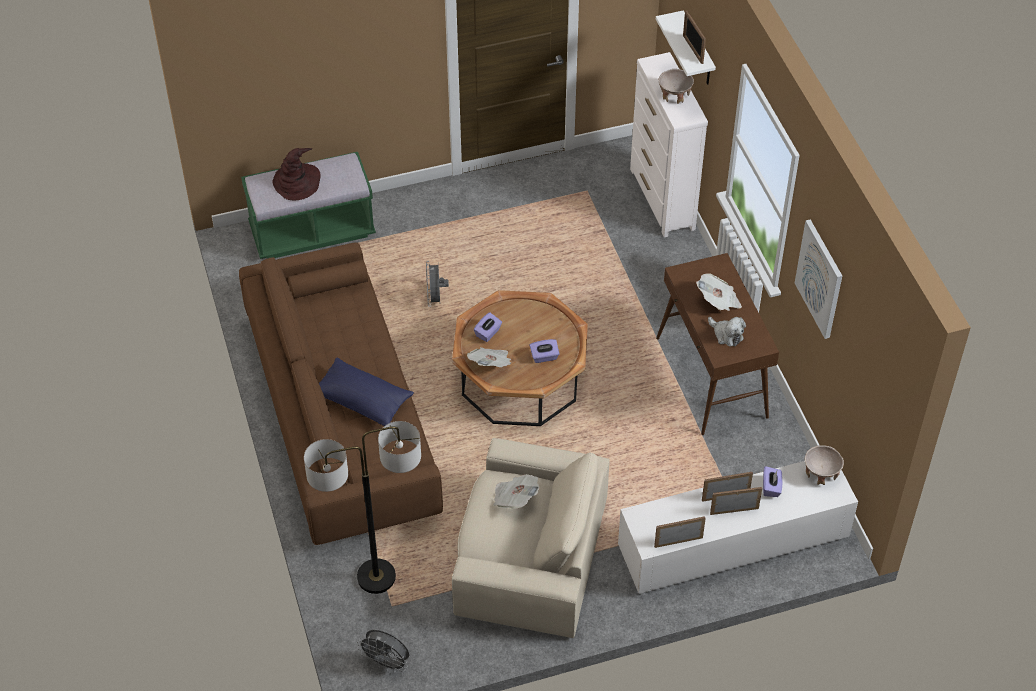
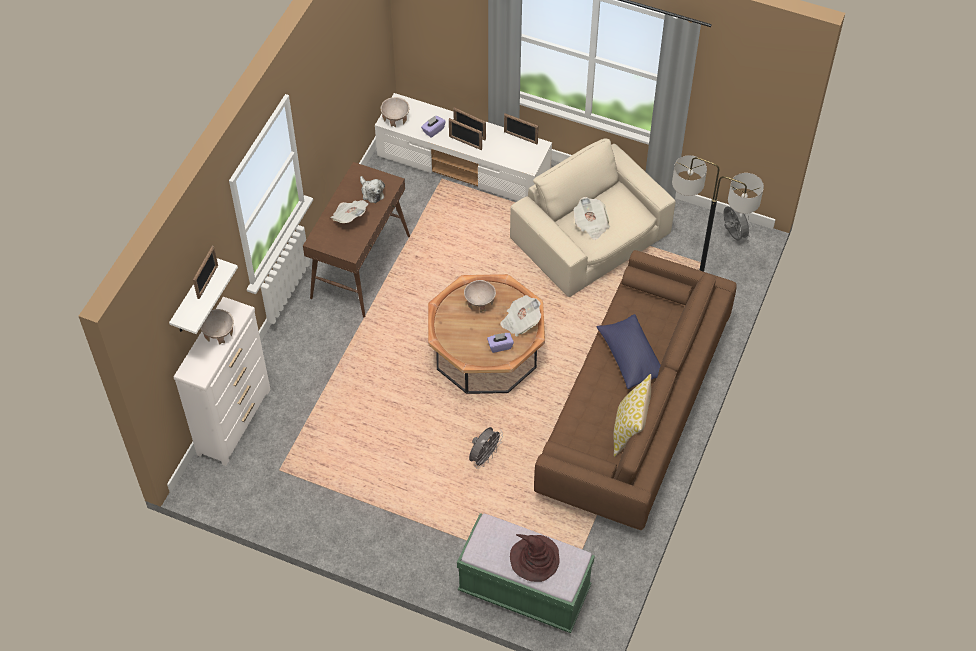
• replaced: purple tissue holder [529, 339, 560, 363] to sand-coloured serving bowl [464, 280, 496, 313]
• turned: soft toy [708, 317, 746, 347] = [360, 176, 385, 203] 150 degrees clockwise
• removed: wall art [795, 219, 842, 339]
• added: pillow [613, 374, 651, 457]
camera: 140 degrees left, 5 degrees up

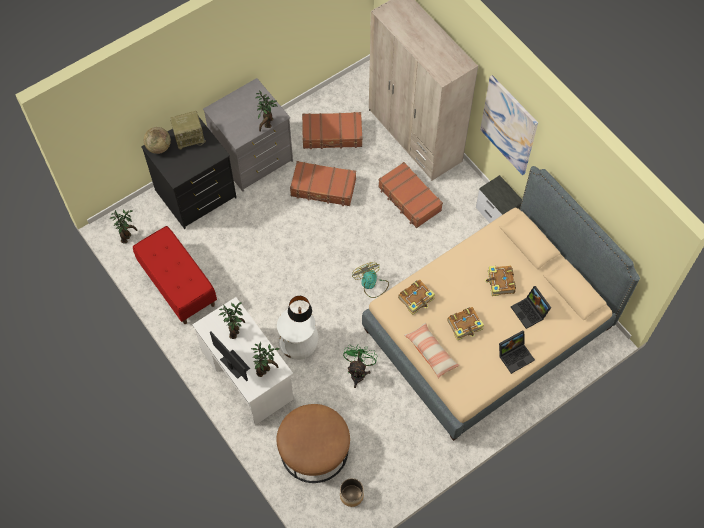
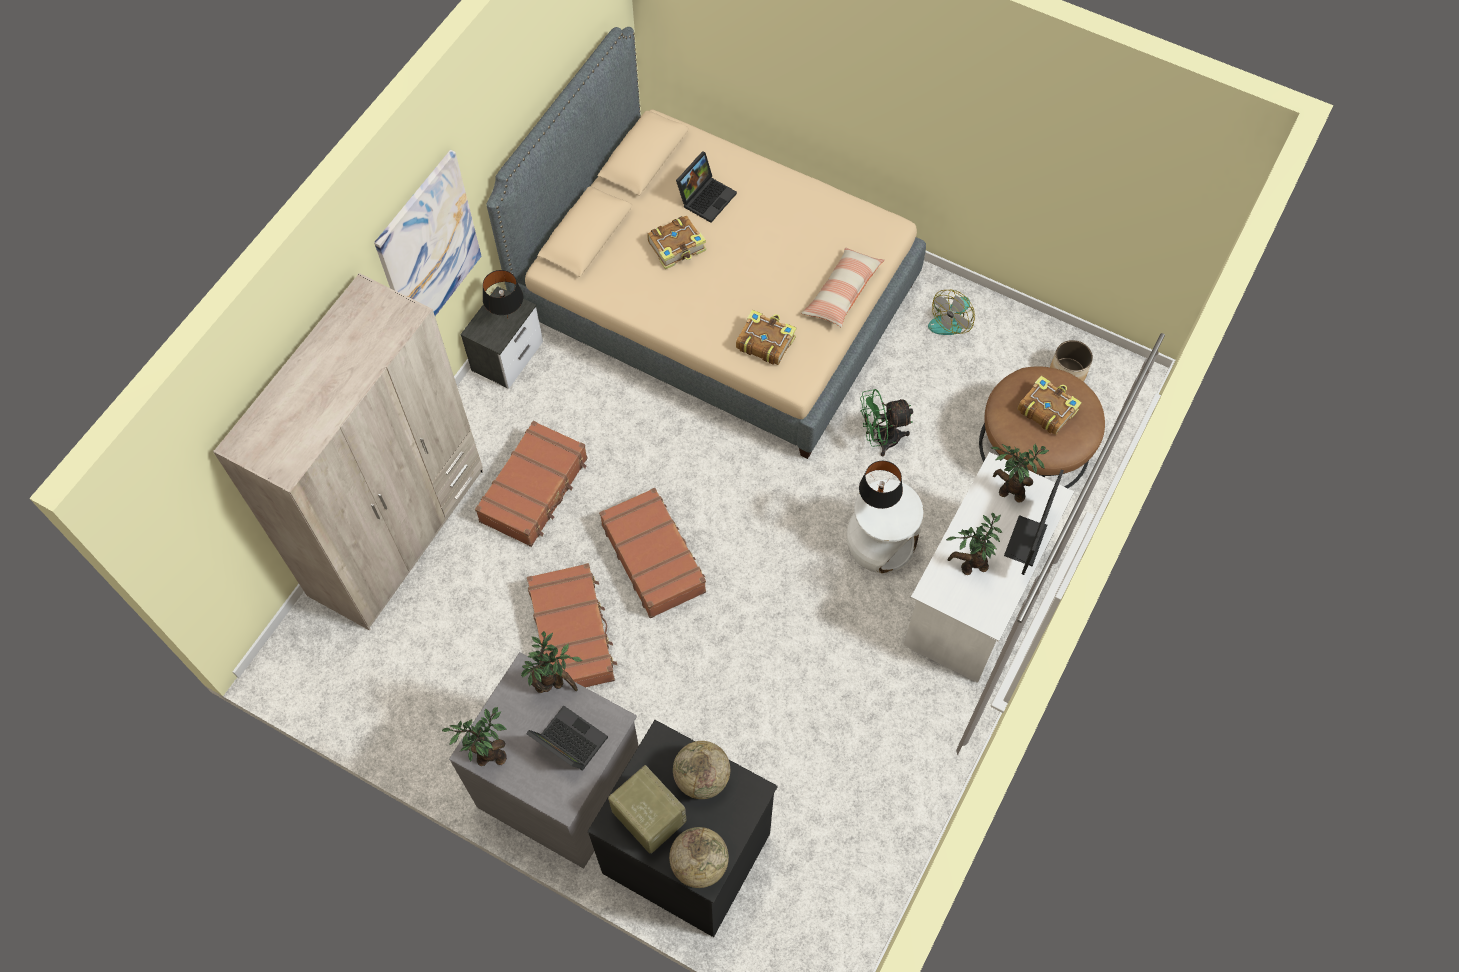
• moved: potted plant [109, 210, 138, 244] to [442, 707, 507, 766]
• removed: red-coloured indoor bench [133, 226, 217, 324]
• moved: brownish piece of luggage [302, 112, 362, 149] to [599, 488, 706, 618]
• moved: cooling fan [352, 262, 389, 298] to [928, 290, 975, 335]
• moved: volume [447, 307, 484, 341] to [1017, 375, 1082, 435]
• moved: laptop [499, 330, 535, 374] to [526, 706, 608, 771]
• added: blackish tabletop lamp [483, 270, 523, 318]
• added: globe [673, 741, 730, 799]
camera: 115 degrees left, 0 degrees up

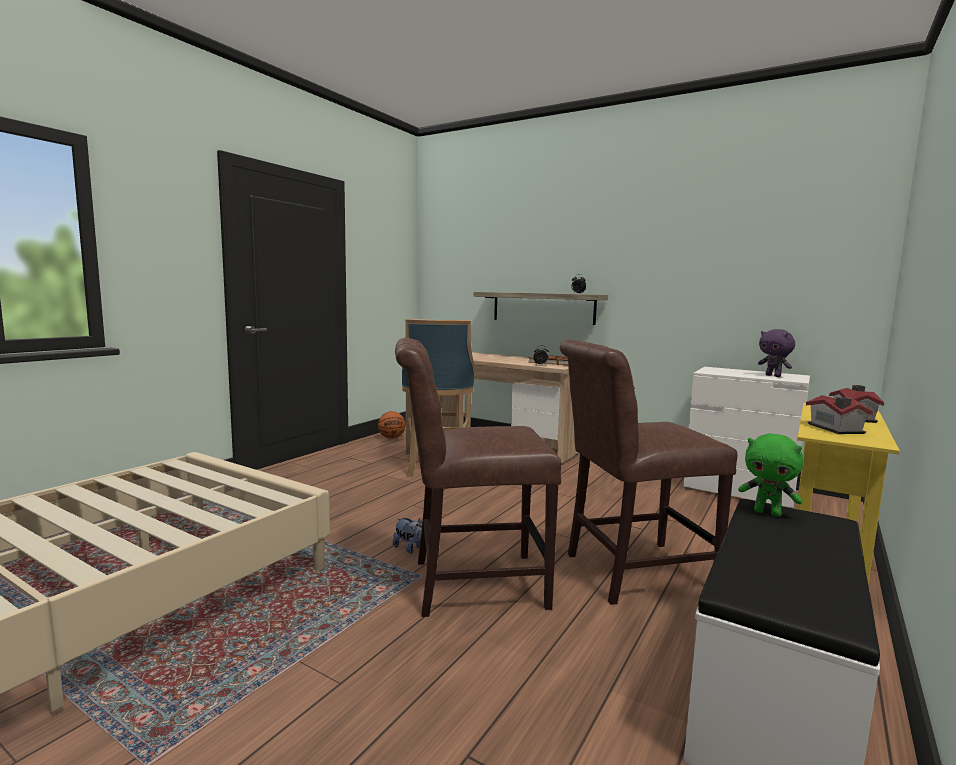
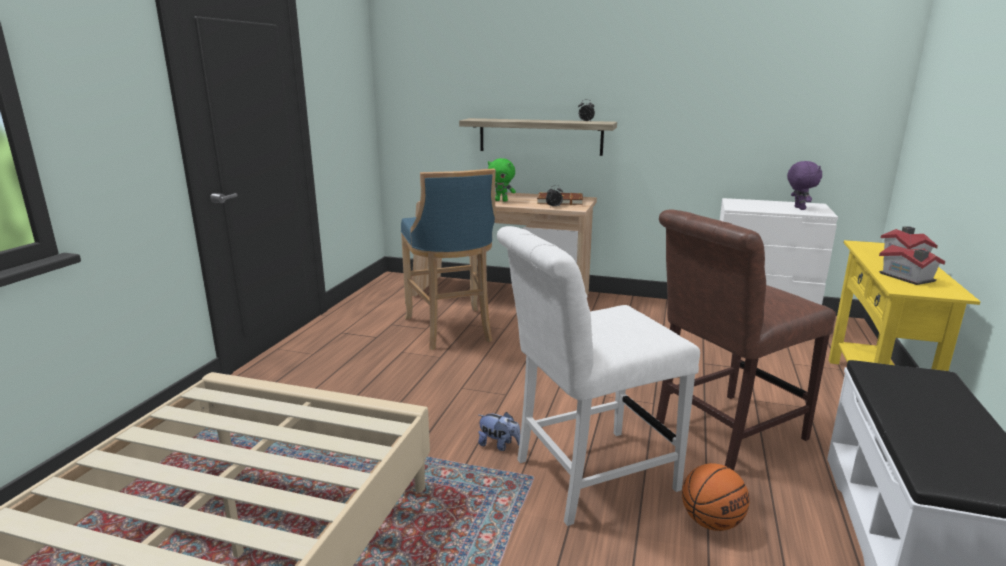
• moved: basketball ball [378, 411, 406, 439] to [682, 463, 749, 531]
• recoloured: brownish upright chair [395, 338, 561, 617] to whitish upright chair [497, 226, 700, 526]
• moved: green soft toy [738, 434, 804, 517] to [488, 158, 516, 202]
• turned: purple soft toy [758, 329, 795, 377] = [787, 161, 822, 210] 135 degrees counterclockwise
camera: 15 degrees left, 10 degrees up

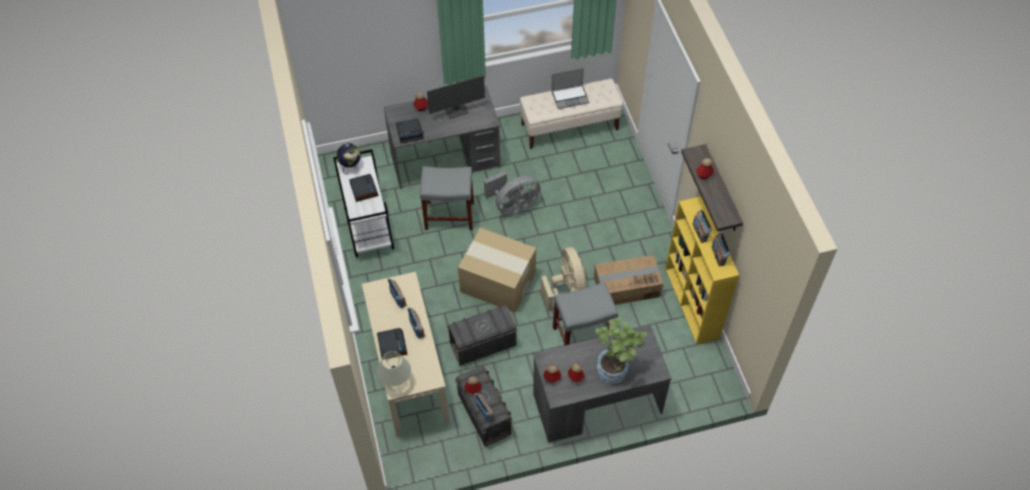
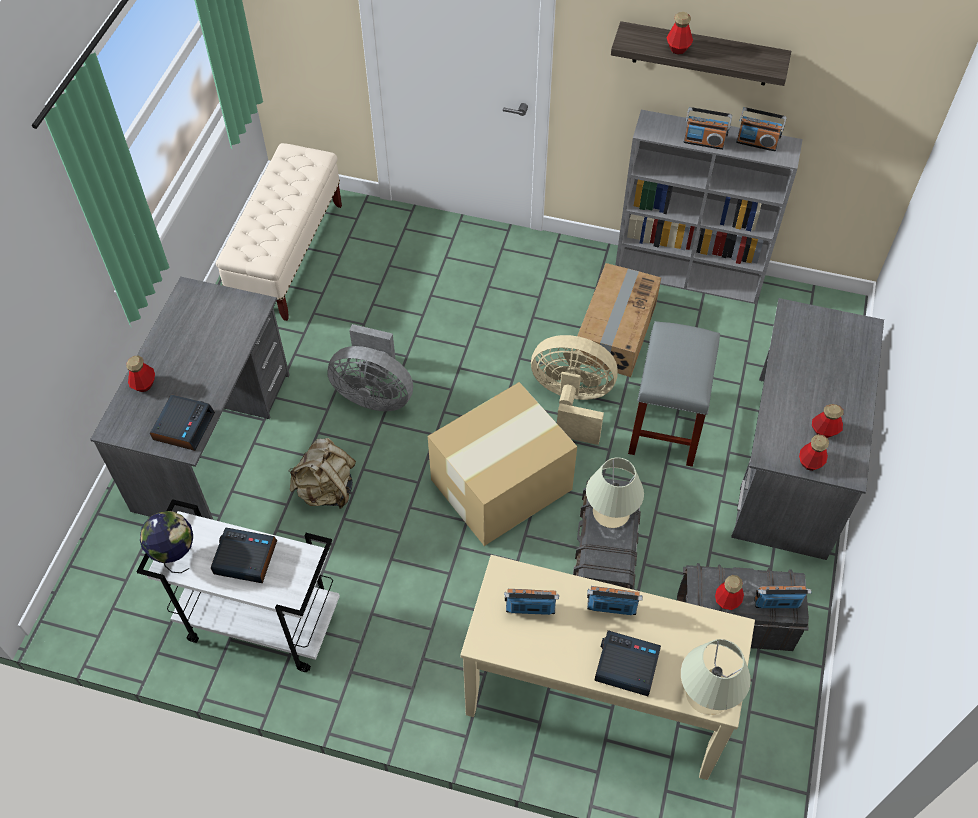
• replaced: gray stool [420, 166, 474, 230] to sand-coloured rucksack [289, 438, 356, 509]
• removed: monitor [427, 75, 485, 119]
• turned: gray cooling fan [484, 171, 540, 215] = [327, 324, 413, 411] 105 degrees clockwise
• removed: laptop [551, 68, 589, 109]
• removed: potted plant [595, 317, 647, 384]
• recoloured: yellow-coloured bookshelf [665, 196, 739, 344] to gray bookshelf [615, 110, 803, 304]
• added: sand-coloured tabletop lamp [586, 457, 644, 528]
camera: 60 degrees left, 0 degrees up

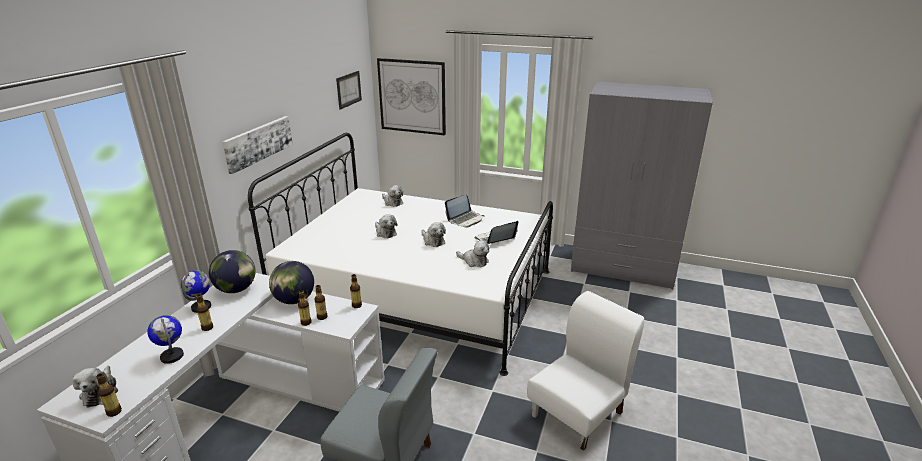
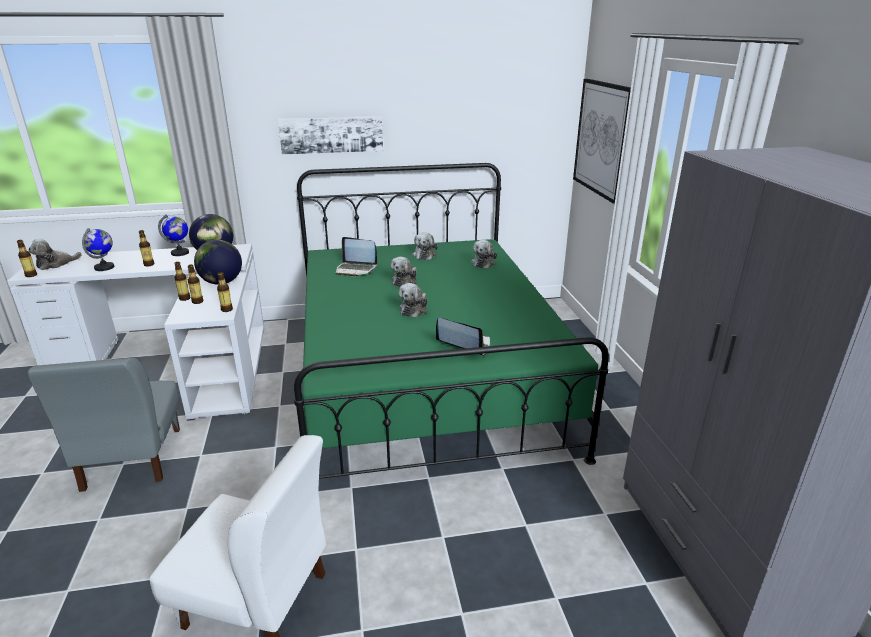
• recoloured: whitish bedroom bed [248, 133, 553, 376] to green bedroom bed [294, 163, 609, 479]
• removed: wall art [336, 71, 362, 110]
• moved: laptop [445, 194, 484, 228] to [335, 237, 377, 276]
• moved: soft toy [456, 240, 490, 267] to [412, 232, 438, 260]
camera: 60 degrees right, 0 degrees up

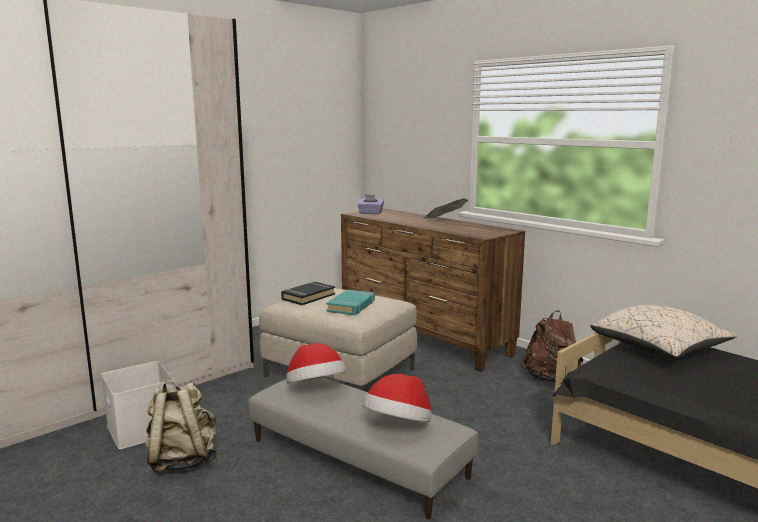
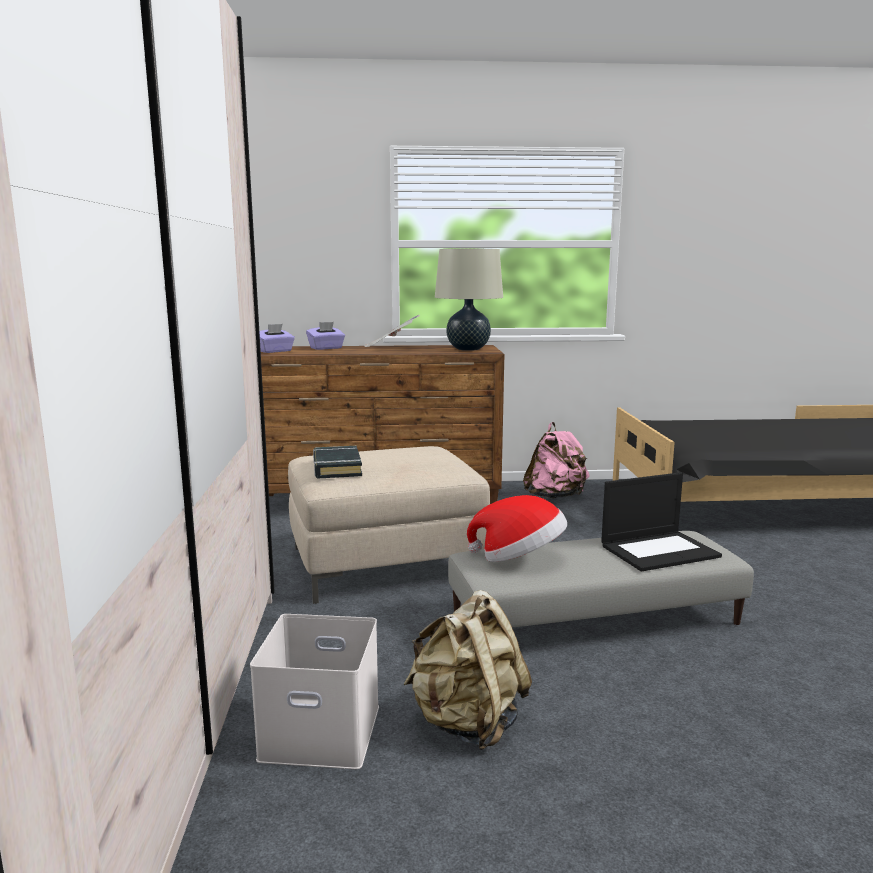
• removed: turquoise volume [326, 290, 375, 315]
• replaced: hat [363, 374, 432, 422] to laptop [601, 472, 722, 572]
• recoloured: brownish rucksack [521, 310, 583, 382] to pink rucksack [523, 422, 589, 498]
• removed: sand-coloured pillow [590, 305, 737, 359]
• added: purple tissue holder [306, 322, 345, 350]
• added: sand-coloured tabletop lamp [435, 249, 503, 351]
camera: 50 degrees left, 0 degrees up

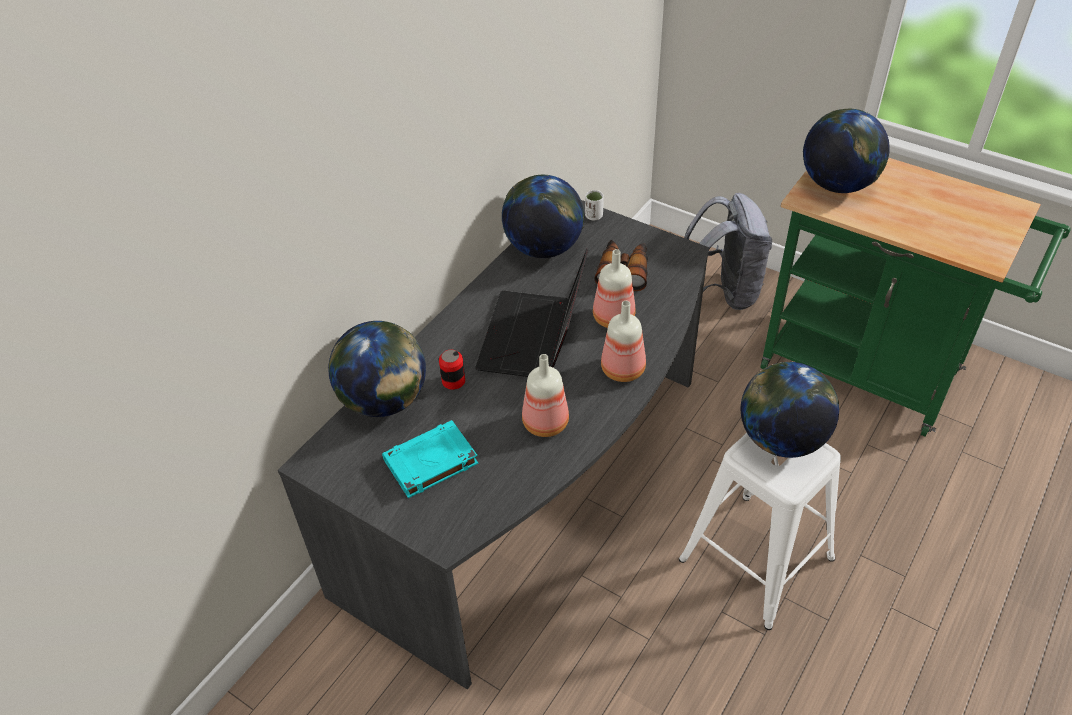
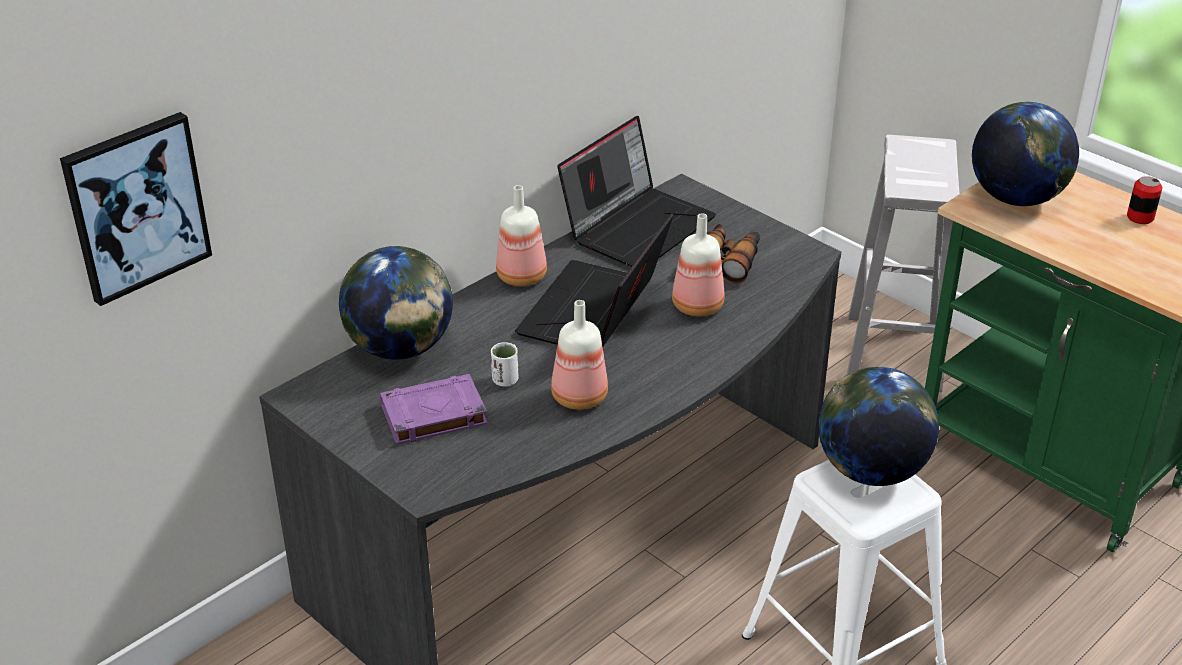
• recoloured: turquoise volume [382, 420, 478, 498] to purple volume [380, 374, 488, 445]
• moved: metal can [439, 350, 465, 390] to [1127, 176, 1162, 224]
• replaced: globe [502, 175, 584, 258] to laptop [557, 116, 716, 267]
• moved: whitish cup [585, 190, 604, 220] to [491, 342, 519, 387]
• moved: drink bottle [601, 301, 646, 382] to [496, 185, 547, 286]
• replaced: gray rucksack [684, 193, 772, 310] to whitish stool [846, 135, 960, 392]
• added: wall art [60, 112, 212, 306]
camera: 10 degrees right, 10 degrees down

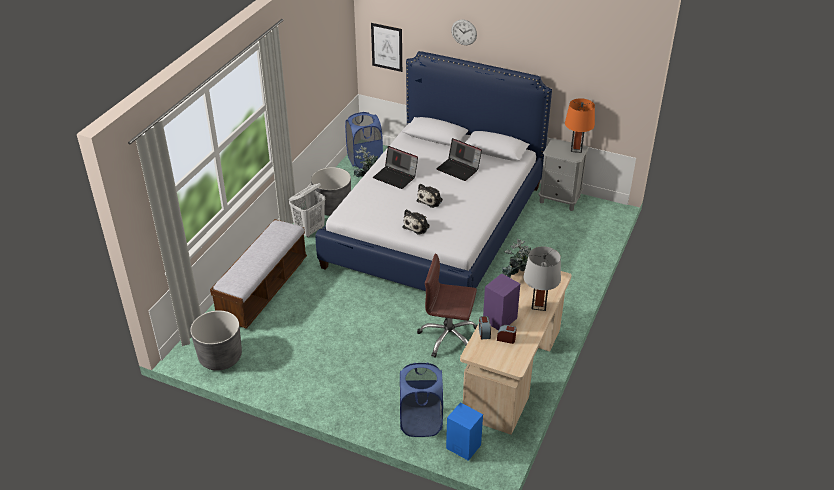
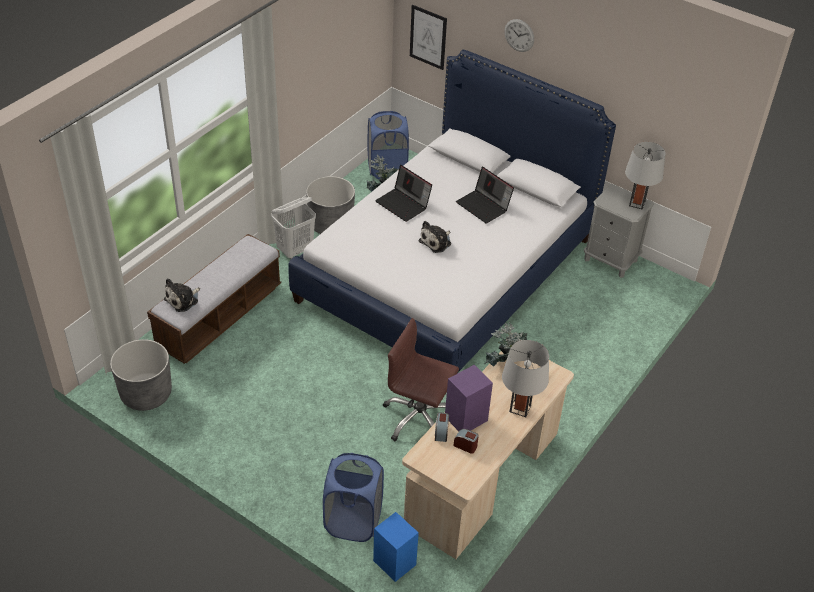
• moved: soft toy [403, 209, 430, 235] to [164, 278, 200, 312]
• recoloured: orangey tabletop lamp [565, 98, 595, 153] to gray tabletop lamp [625, 142, 666, 210]
camera: 10 degrees right, 5 degrees up

